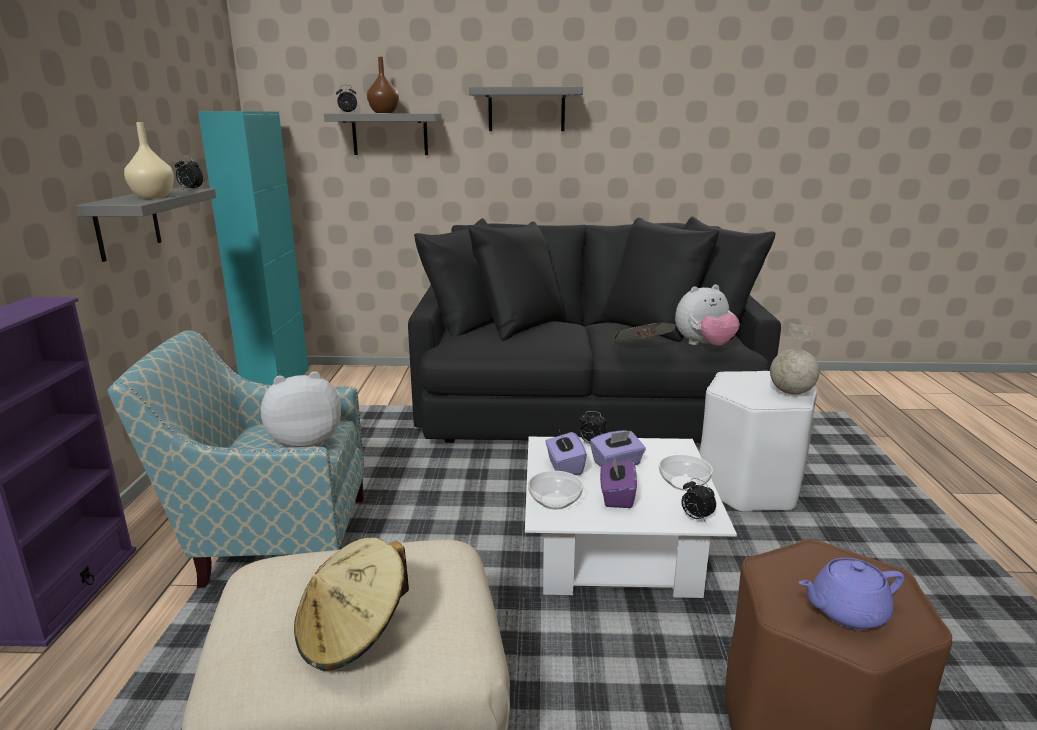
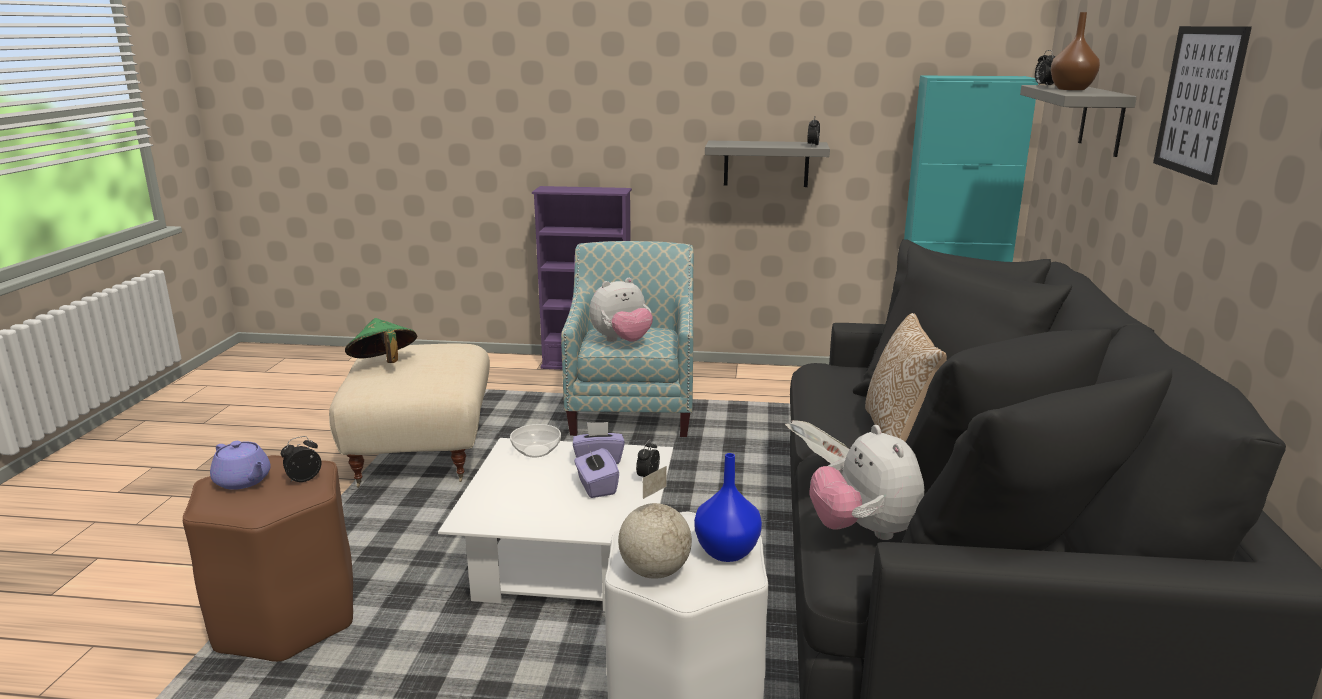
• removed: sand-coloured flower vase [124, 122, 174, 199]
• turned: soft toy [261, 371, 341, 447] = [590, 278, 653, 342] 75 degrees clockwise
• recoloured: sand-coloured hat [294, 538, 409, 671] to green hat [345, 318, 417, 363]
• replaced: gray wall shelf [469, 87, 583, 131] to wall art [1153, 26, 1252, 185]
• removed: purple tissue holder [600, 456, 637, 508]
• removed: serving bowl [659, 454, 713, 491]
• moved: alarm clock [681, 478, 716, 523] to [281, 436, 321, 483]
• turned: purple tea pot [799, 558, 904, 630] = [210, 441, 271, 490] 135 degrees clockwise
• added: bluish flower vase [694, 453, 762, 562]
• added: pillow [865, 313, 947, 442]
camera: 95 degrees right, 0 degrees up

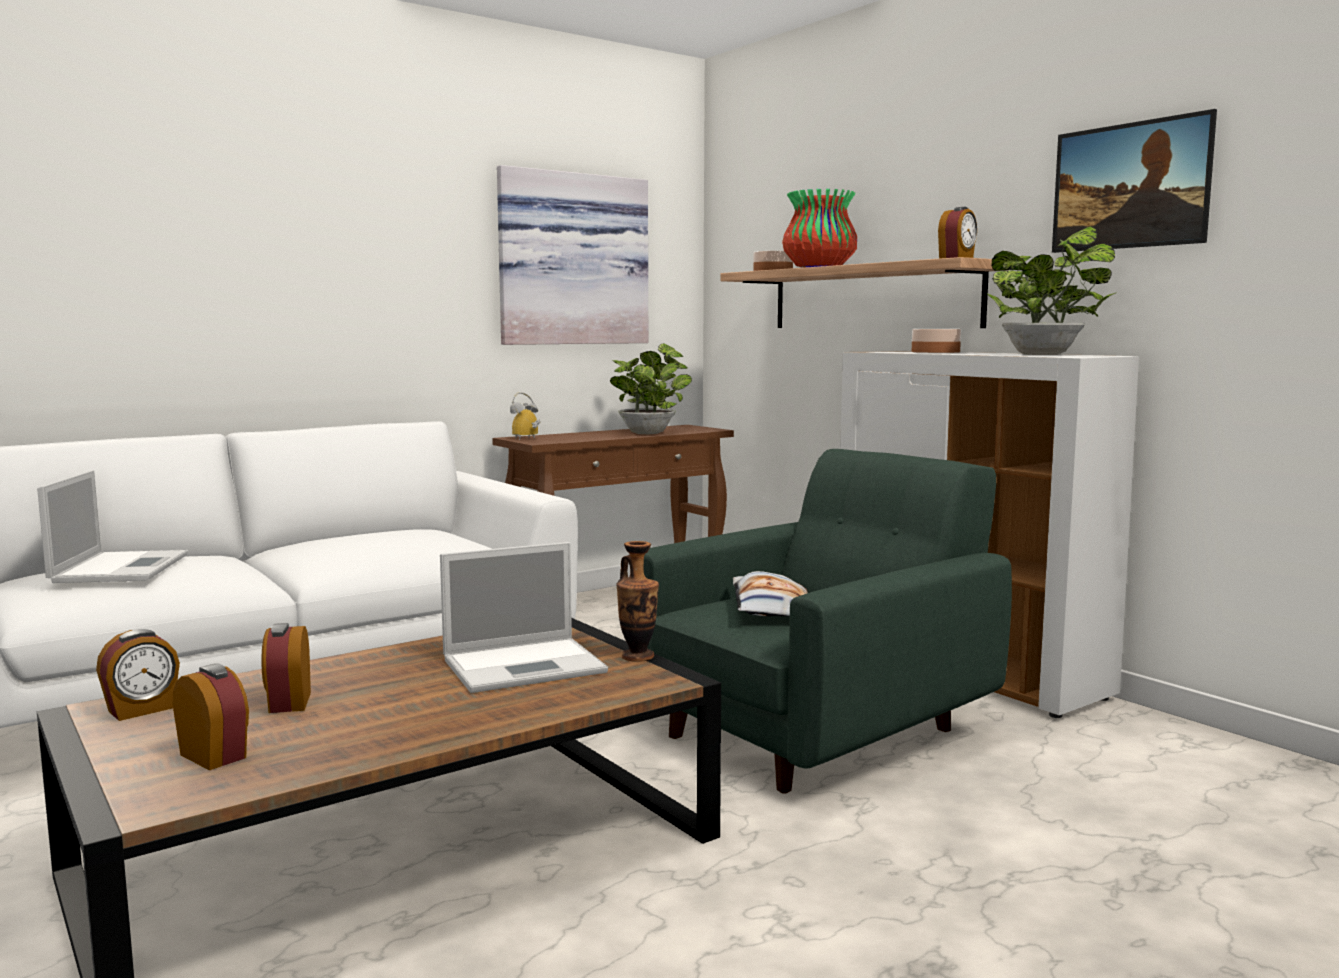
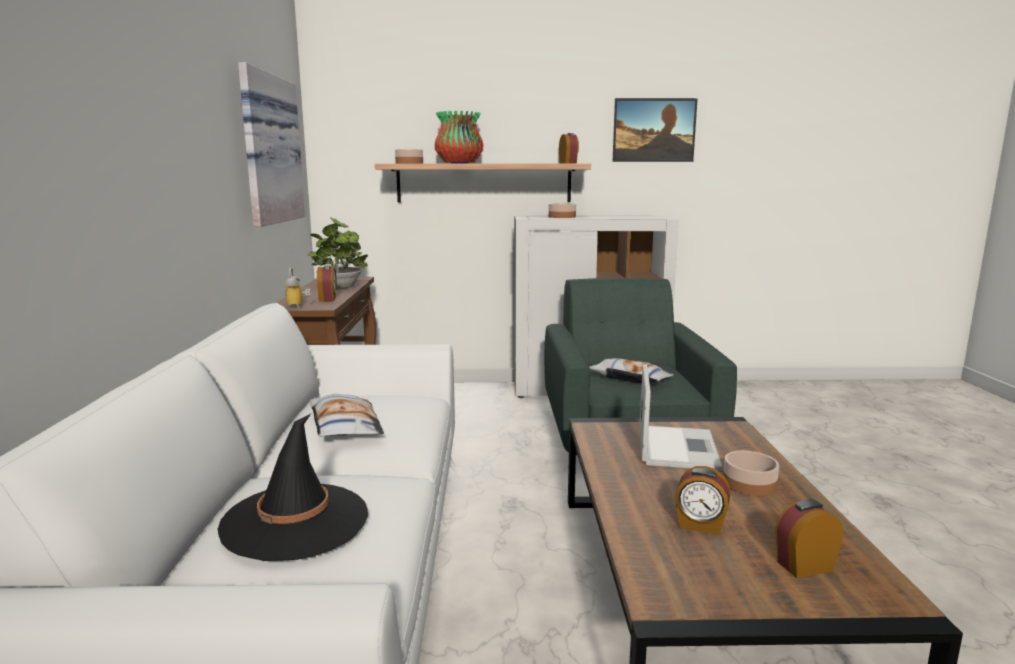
• replaced: laptop [37, 470, 188, 583] to blackish hat [217, 414, 368, 561]
• moved: alarm clock [96, 629, 180, 721] to [317, 265, 337, 302]
• removed: flower vase [616, 541, 659, 662]
• removed: potted plant [985, 226, 1117, 355]
• added: pillow [310, 394, 384, 437]
• added: serving bowl [723, 451, 779, 496]
camera: 55 degrees left, 5 degrees up

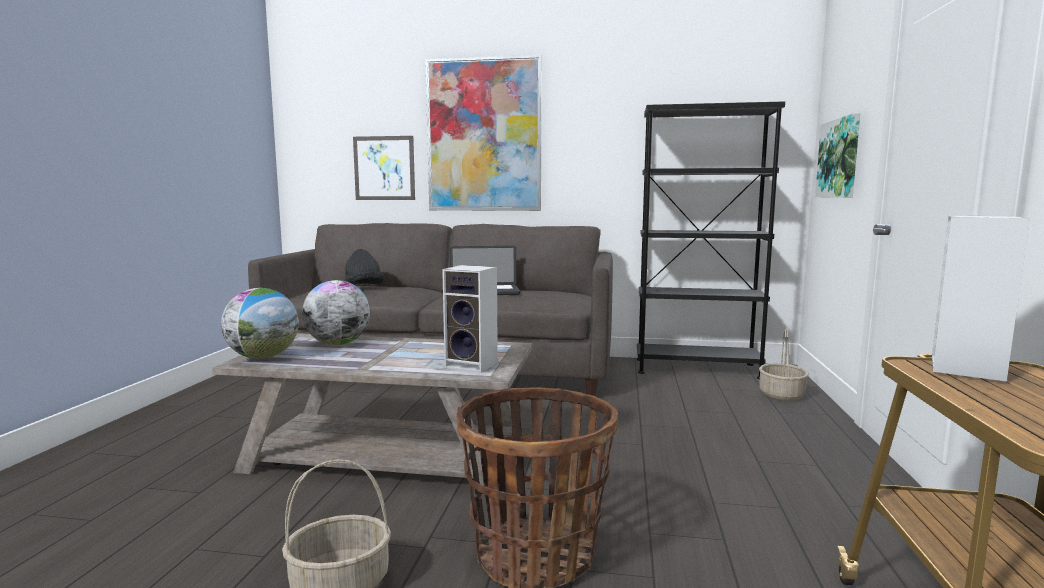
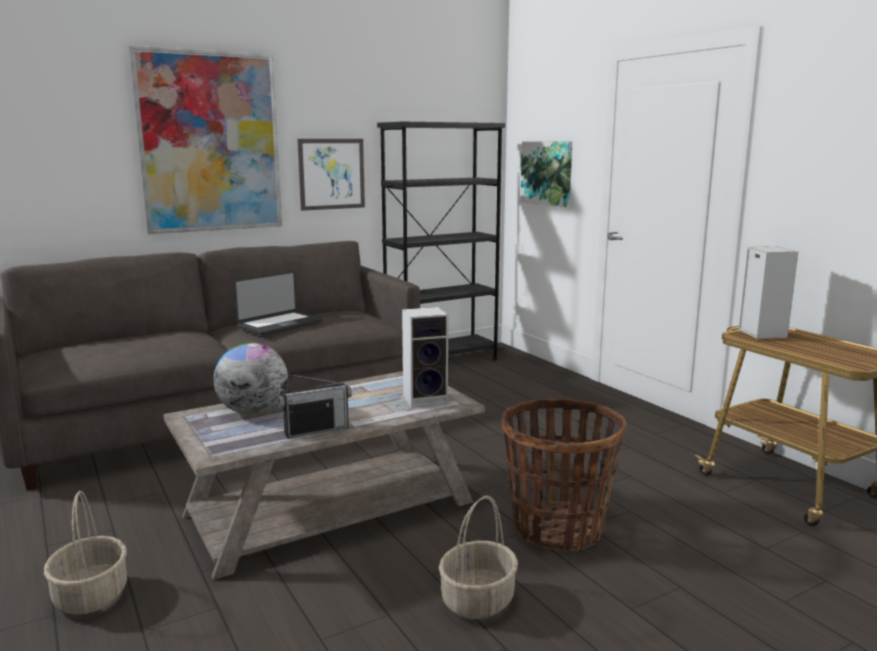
• removed: globe [221, 288, 299, 359]
• removed: blackish hat [344, 249, 384, 285]
• moved: wall art [353, 136, 415, 200] to [297, 139, 365, 211]
• moved: basket [759, 328, 809, 401] to [44, 491, 127, 615]
• added: radio set [278, 374, 352, 438]
camera: 40 degrees left, 5 degrees up

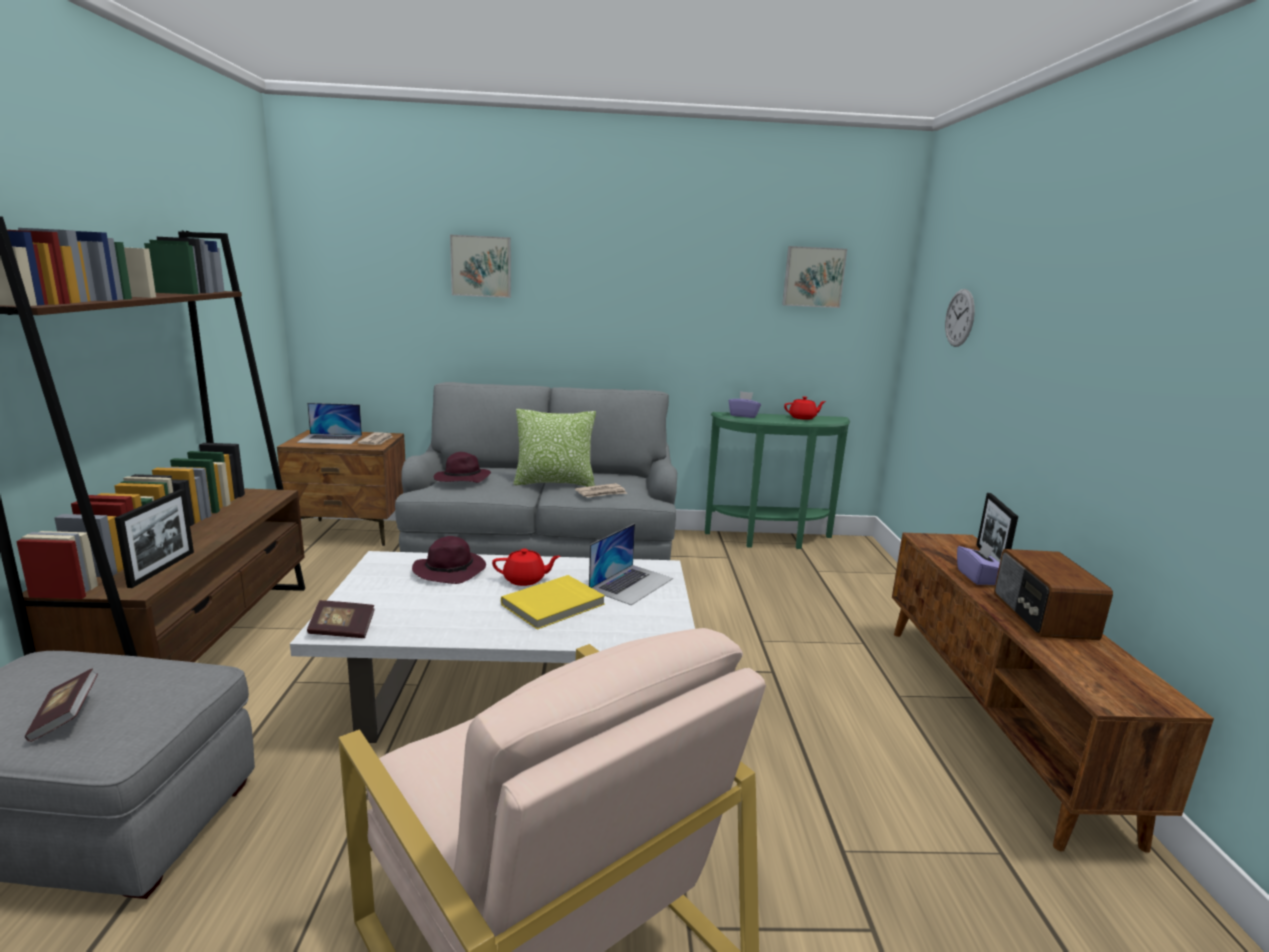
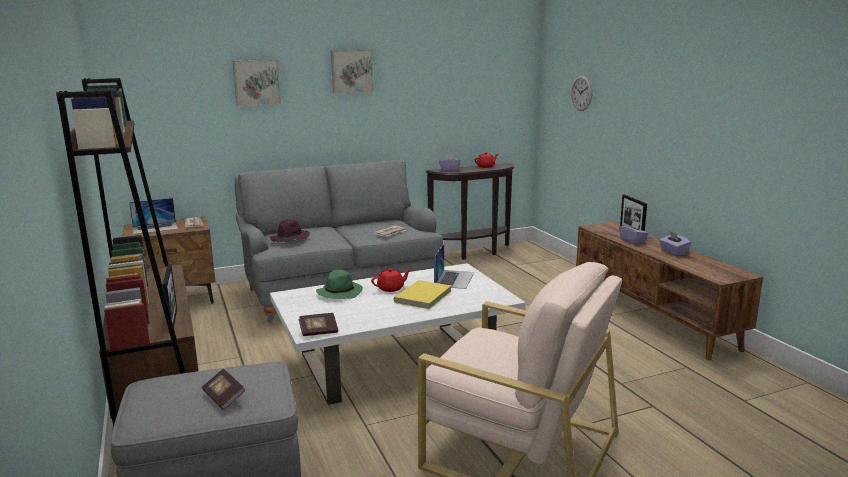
• recoloured: purple hat [412, 536, 486, 584] to green hat [316, 270, 363, 299]
• removed: pillow [513, 409, 596, 487]
• recoloured: green narrow table [705, 412, 850, 549] to brownish narrow table [426, 163, 514, 260]
• moved: wall art [782, 246, 847, 308] to [331, 50, 374, 94]
• replaced: radio set [994, 549, 1113, 640] to purple tissue holder [659, 231, 691, 256]
camera: 20 degrees left, 0 degrees up

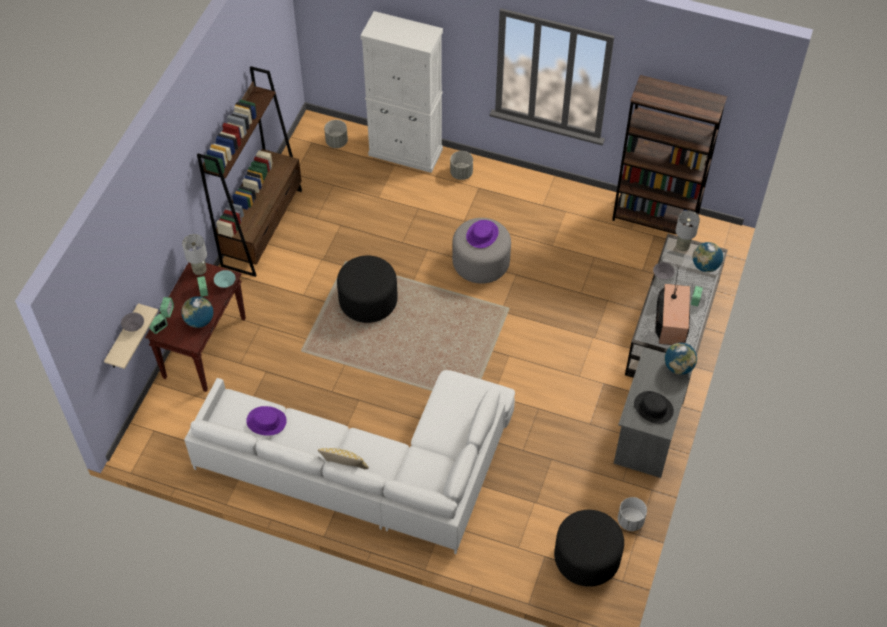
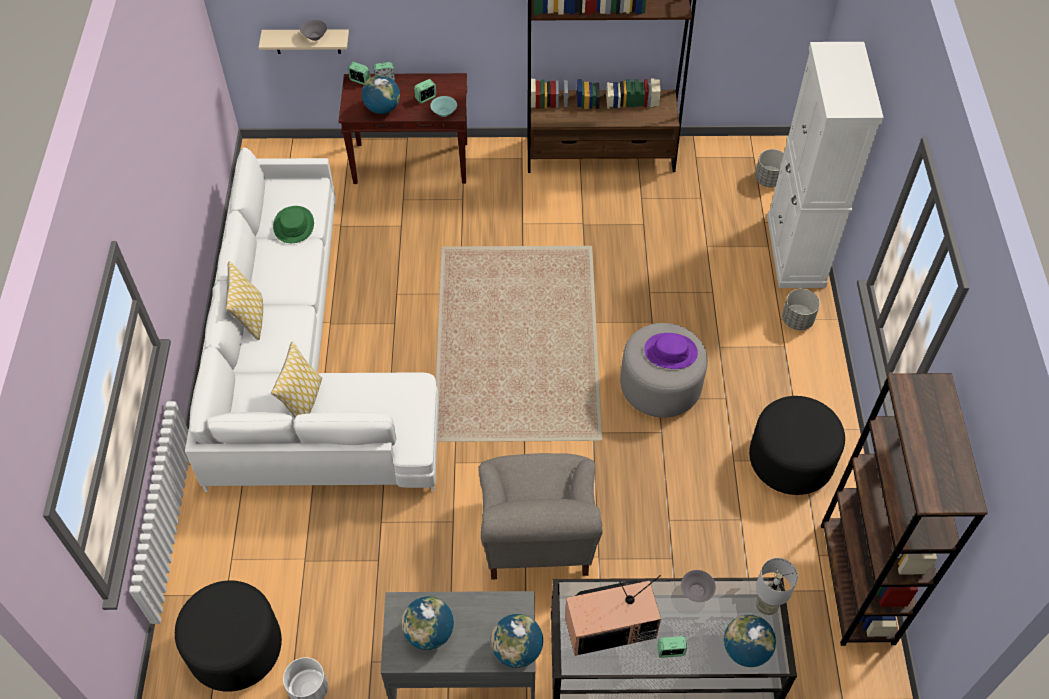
• removed: gray tabletop lamp [182, 234, 207, 275]
• recoloured: purple hat [246, 406, 287, 436] to green hat [273, 206, 314, 243]
• moved: blackish footrest [337, 256, 398, 323] to [749, 396, 845, 495]
• replaced: blackish hat [634, 391, 674, 424] to globe [402, 597, 454, 650]
• added: pillow [271, 342, 322, 418]
• added: gray lounge chair [478, 453, 603, 580]
camera: 70 degrees right, 0 degrees up

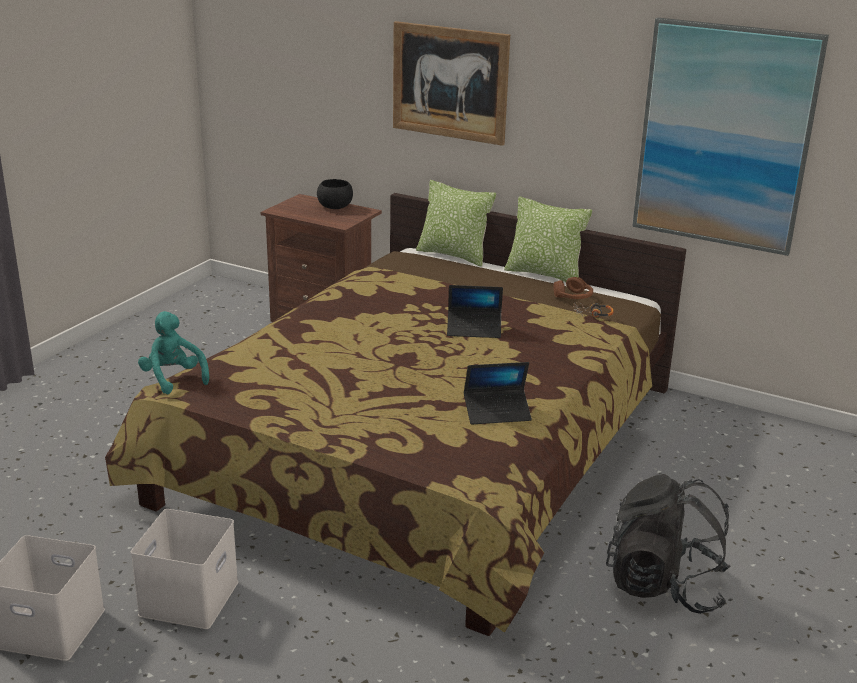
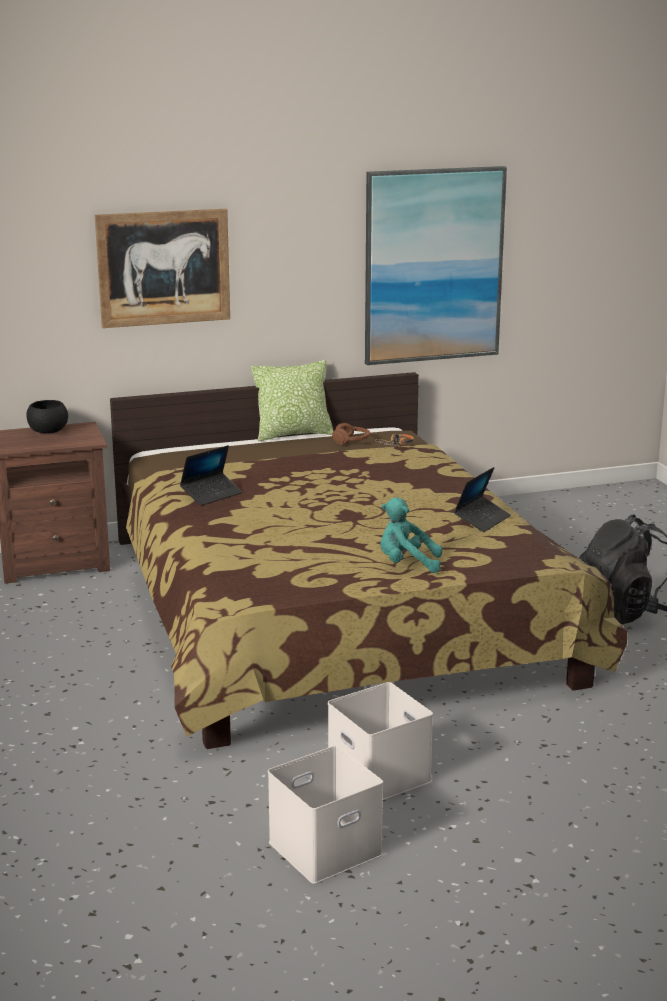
• moved: turquoise soft toy [138, 311, 209, 394] to [380, 498, 442, 573]
• removed: pillow [416, 180, 496, 267]
• moved: laptop [447, 285, 503, 338] to [180, 445, 242, 506]
camera: 45 degrees left, 5 degrees down

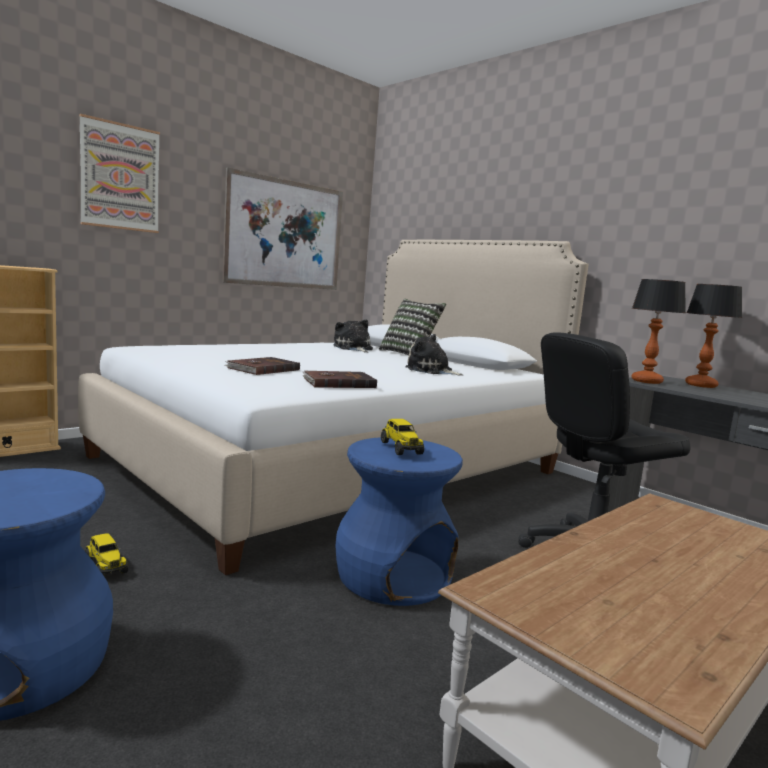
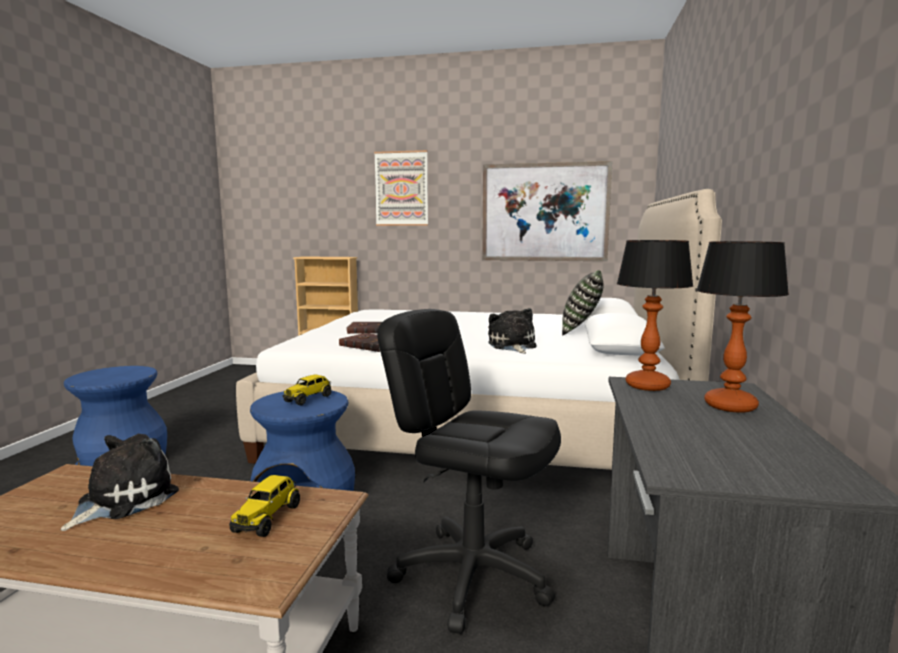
• moved: toy lorry [85, 533, 128, 576] to [229, 475, 300, 537]
• moved: soft toy [333, 320, 373, 353] to [61, 434, 179, 531]
camera: 55 degrees right, 0 degrees up

